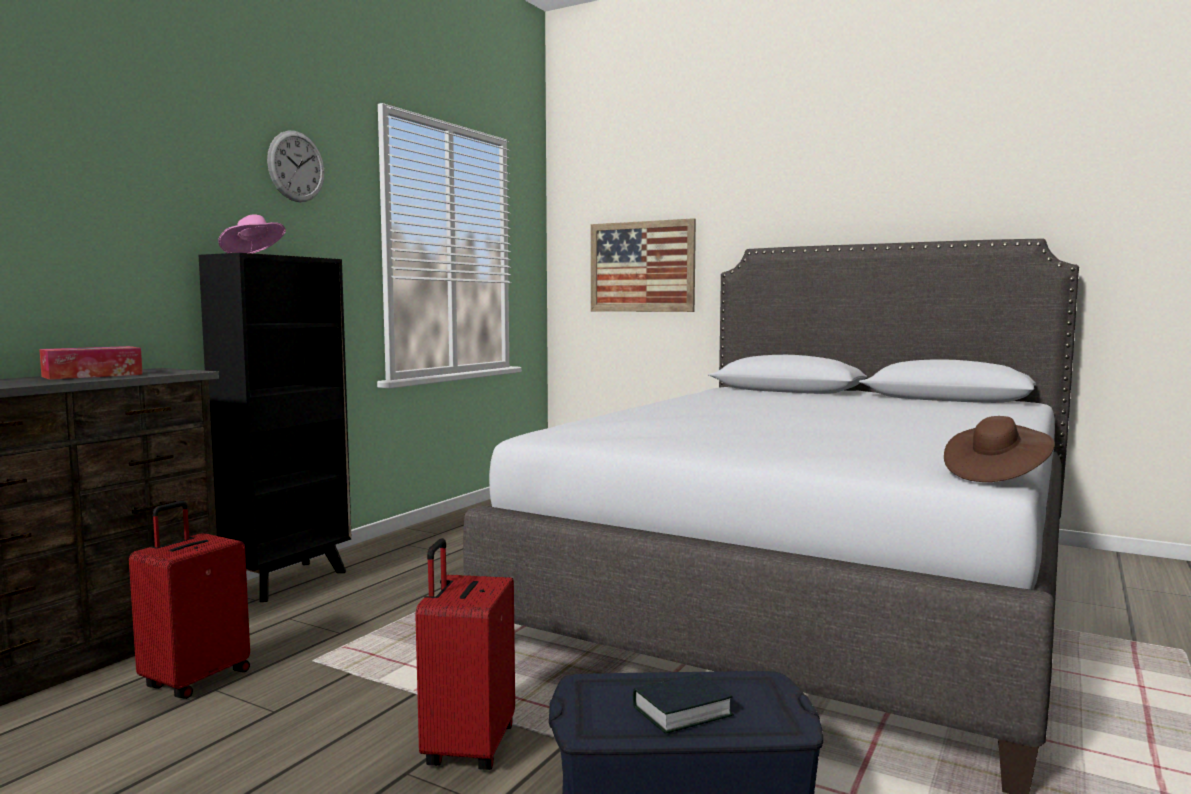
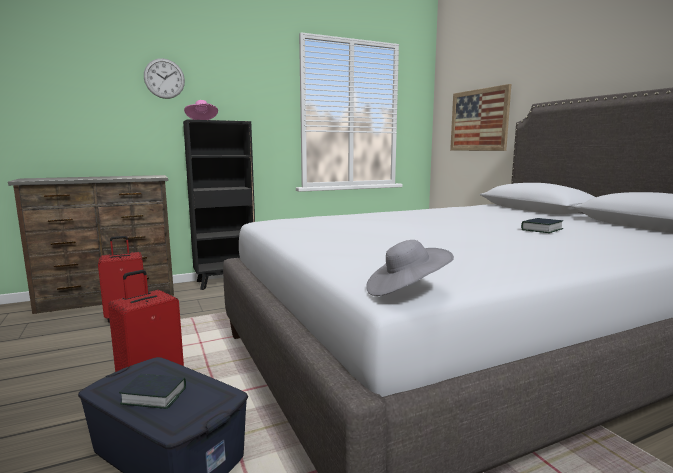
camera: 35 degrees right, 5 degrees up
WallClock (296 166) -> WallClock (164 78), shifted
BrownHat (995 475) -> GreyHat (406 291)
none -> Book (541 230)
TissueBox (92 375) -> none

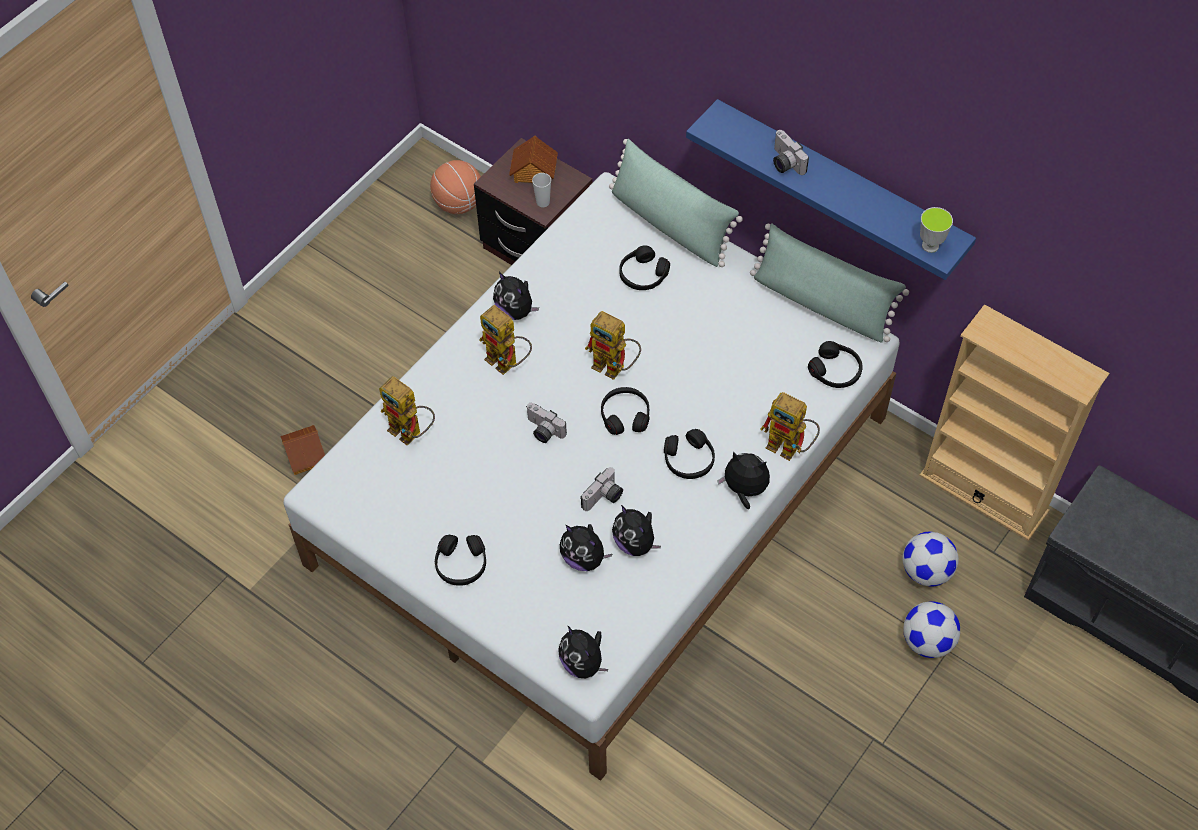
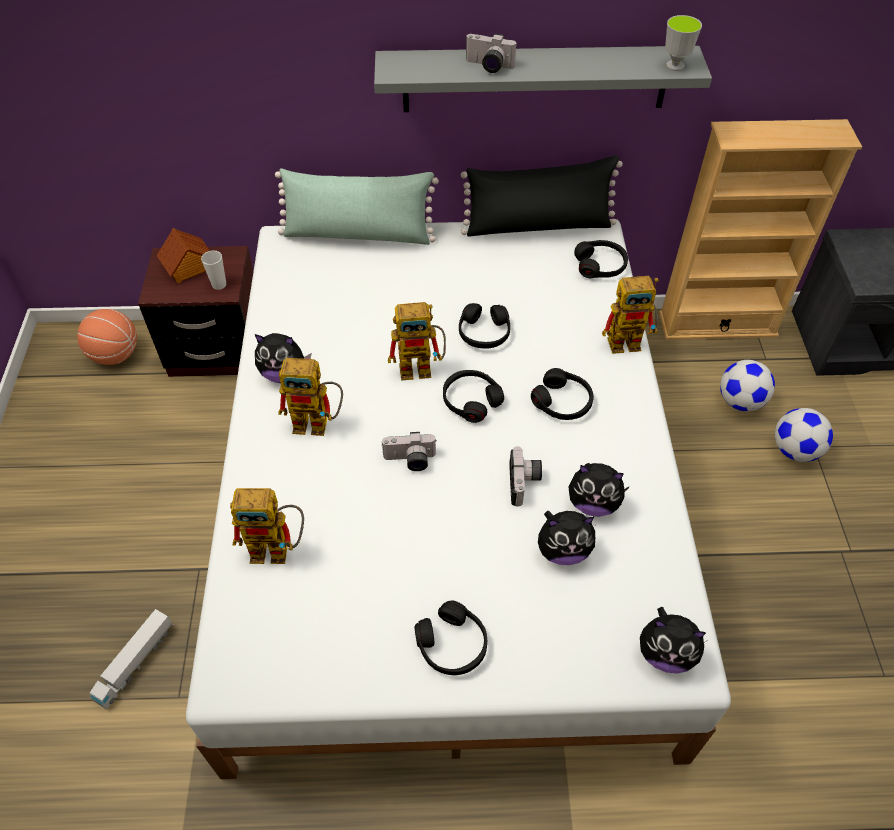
camera: 40 degrees left, 5 degrees down
ToyHouse (306 455) -> ToyTruck (135 663)
BlueShelf (839 186) -> GreyShelf (535 79)
BlackHeadphones (643 274) -> BlackHeadphones (484 333), shifted
GreenPillow (822 304) -> BlackPillow (538 226)
PlushToy (744 490) -> none

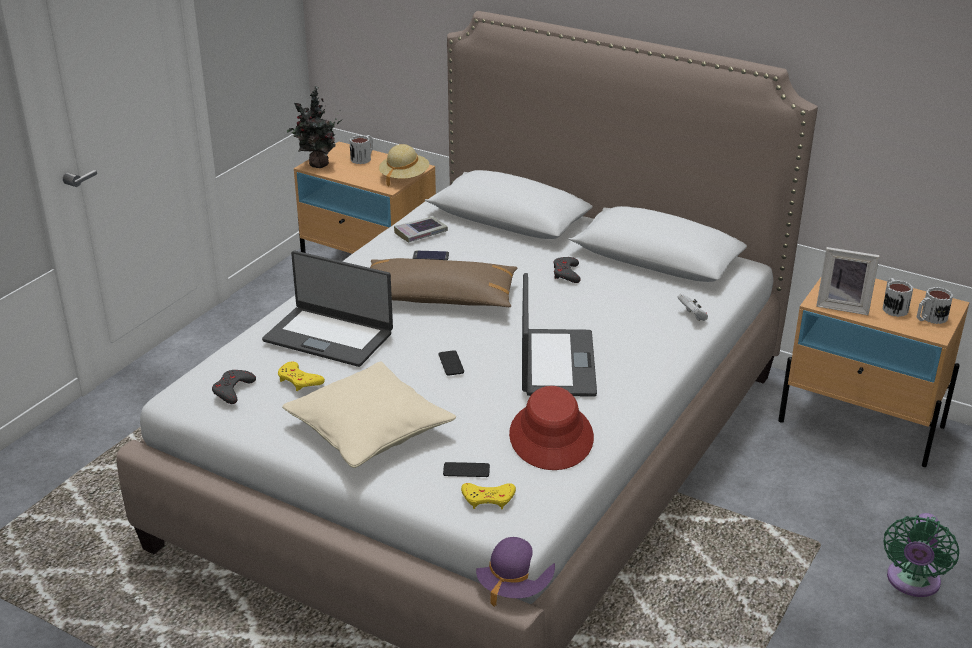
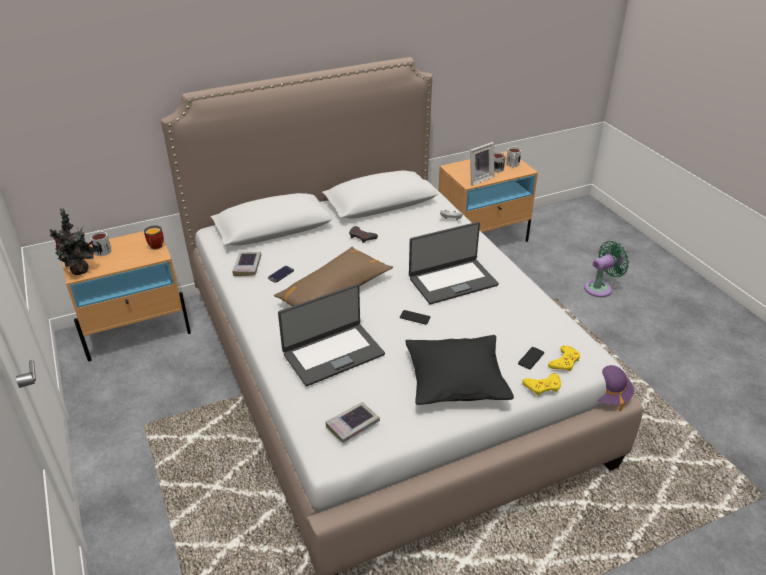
camera: 55 degrees left, 5 degrees up
BeigeHat (404 177) -> Mug (156 244)
GreyGameController (233 390) -> Book (352 425)
BeigePillow (369 431) -> BlackPillow (456 380)
Laptop (556 363) -> Laptop (452 281), 120 degrees clockwise
YellowGameController (299 380) -> YellowGameController (543 387), shifted
GreenFan (912 582) -> GreenFan (600 288), 90 degrees counterclockwise
RedHat (551 437) -> none

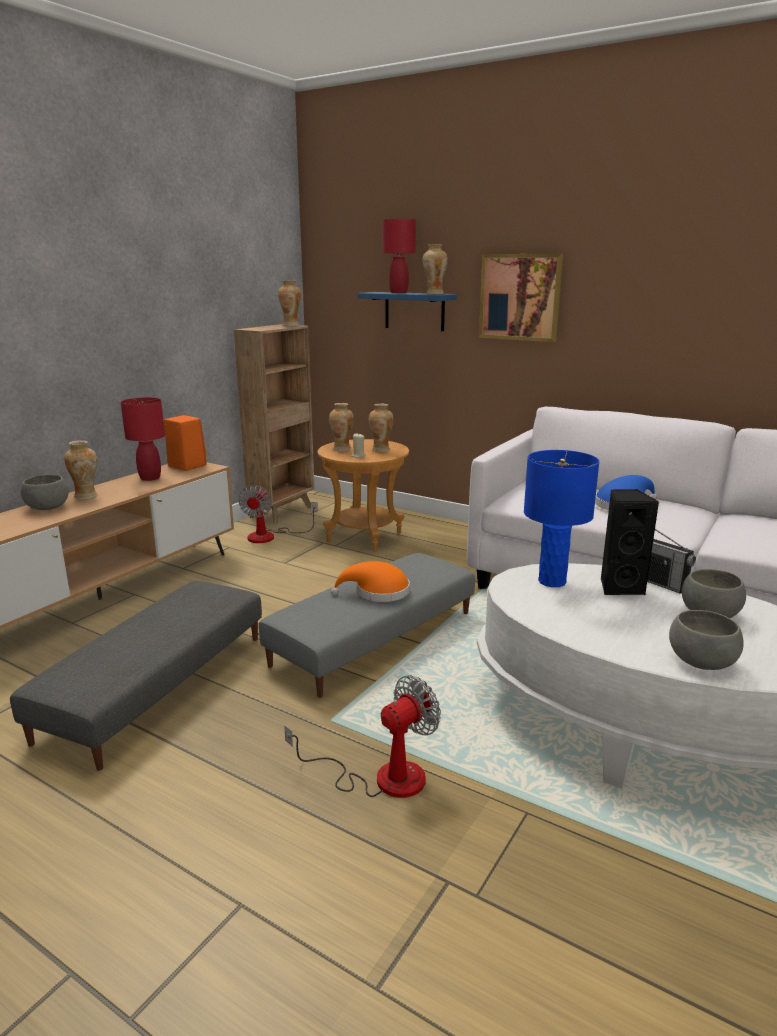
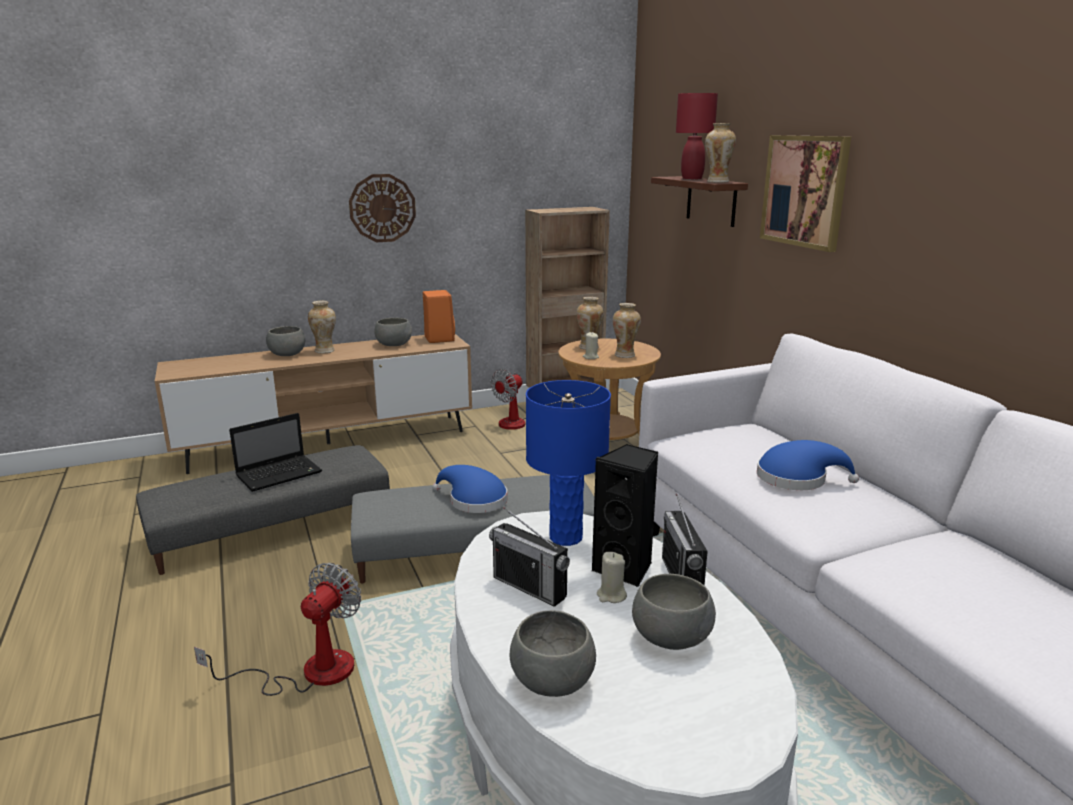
camera: 35 degrees right, 0 degrees up
Fan (382 777) -> Fan (309 672), 60 degrees counterclockwise
none -> Laptop (280 474)
none -> WallClock (382 208)
RedTableLamp (150 478) -> GreyBowl (393 344)
OrangeHat (377 592) -> BlueHat (474 500)
none -> Radio (529 587)
none -> BeigeCandle (611 595)
BlueShelf (414 311) -> BrownShelf (711 201)
Vase (291 325) -> none

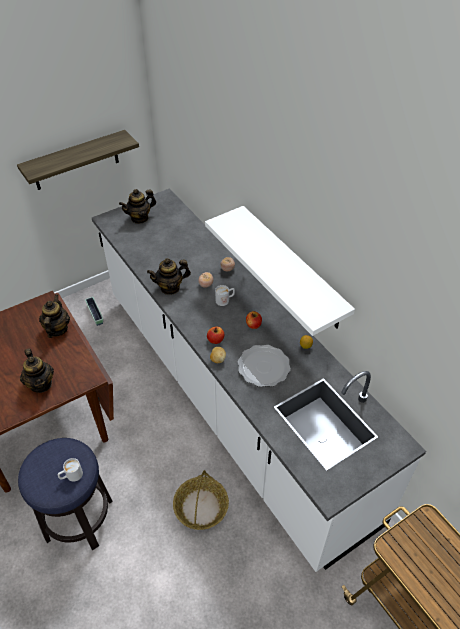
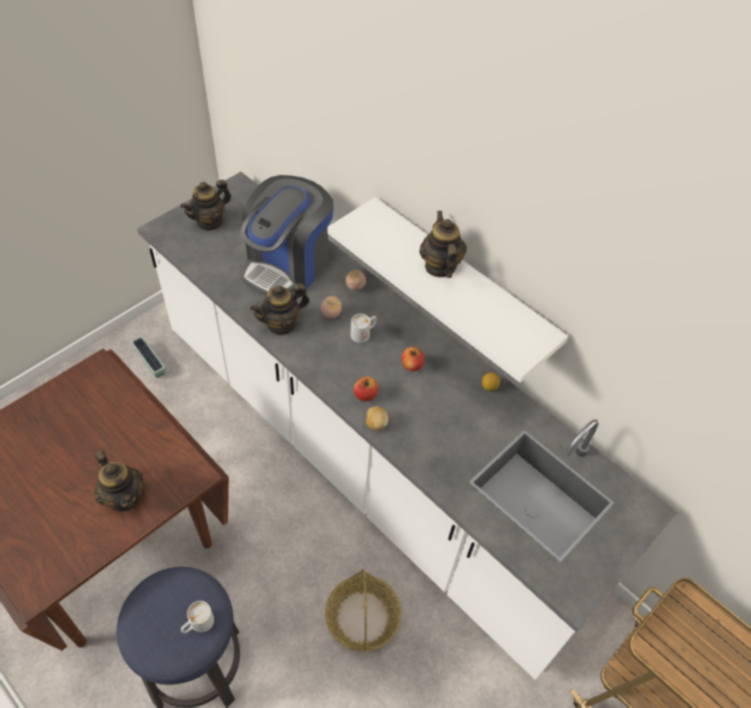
camera: 15 degrees left, 5 degrees up
none -> CoffeeMachine (287 264)
Teapot (57 329) -> Teapot (439 266), shifted
Shelf (76 161) -> none
Plate (263 367) -> none

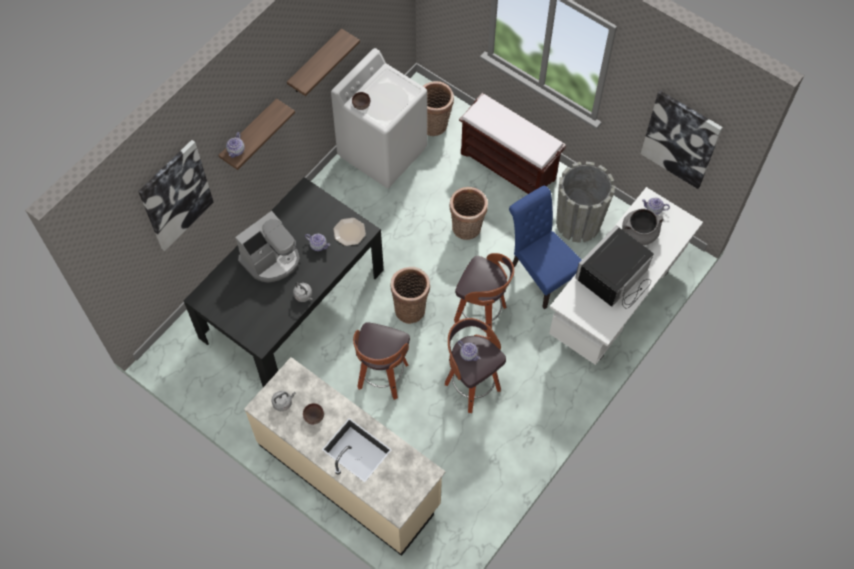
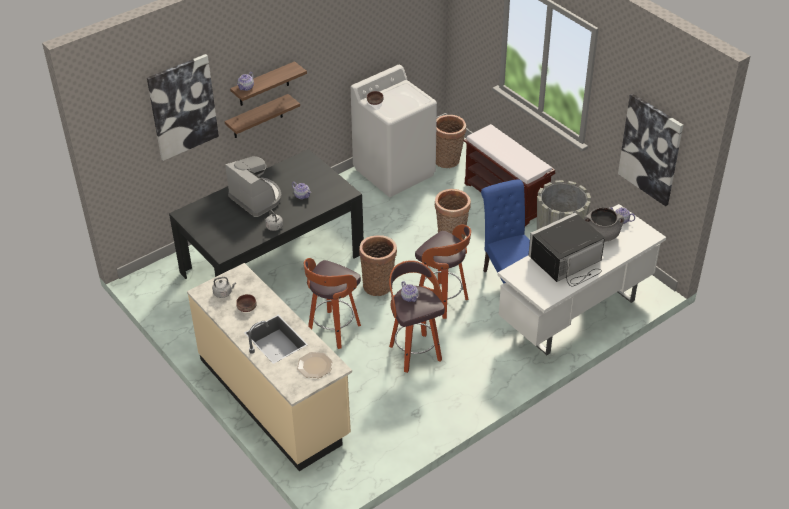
camera: 15 degrees right, 20 degrees down
Shelf (315 63) -> Shelf (257 117), shifted
CoffeeMachine (271 259) -> CoffeeMachine (257 198), 105 degrees counterclockwise
Plate (349 232) -> Plate (314 365), shifted

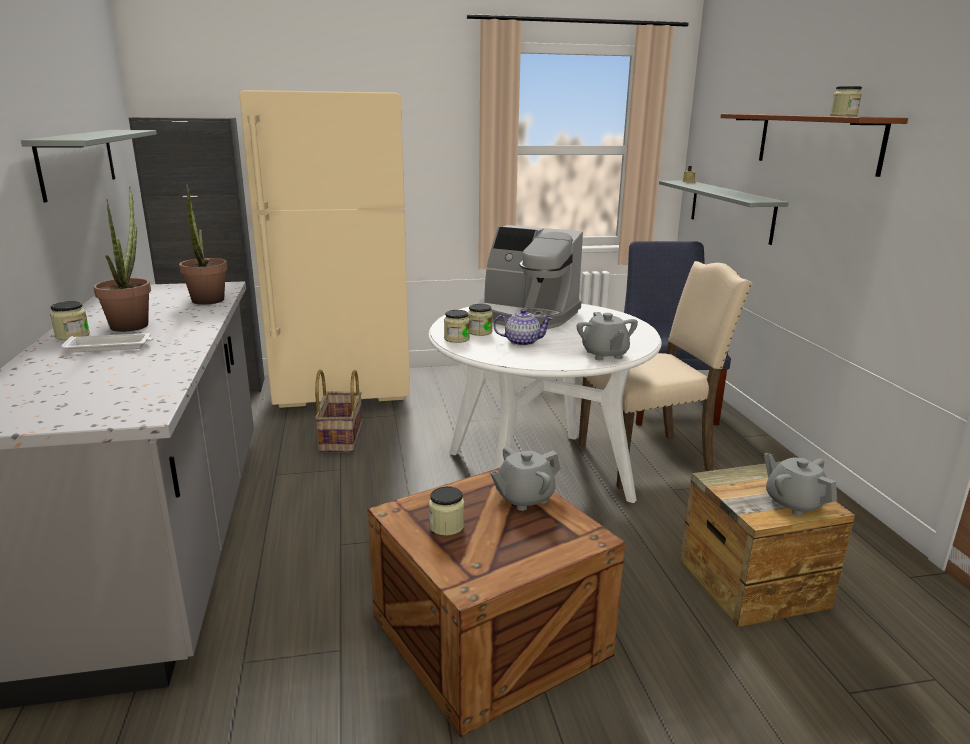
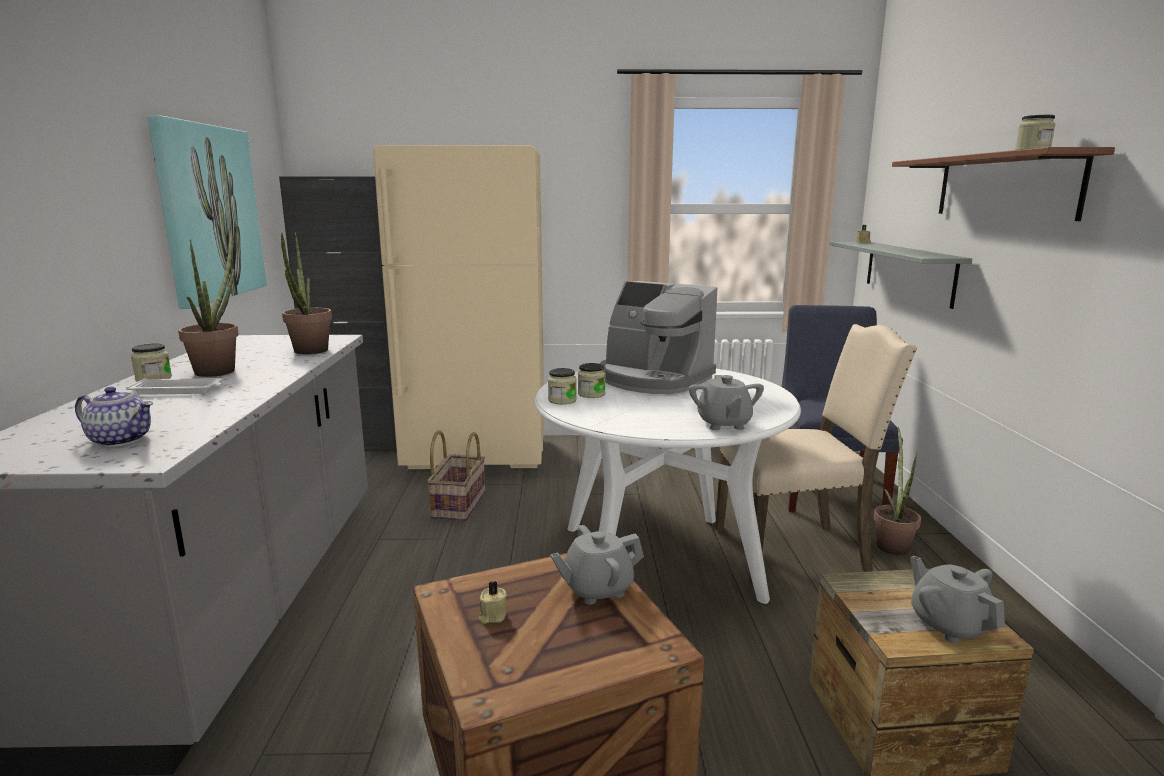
camera: 10 degrees right, 5 degrees down
Teapot (521 342) -> Teapot (120 440), shifted
GreyShelf (78 162) -> Picture (209 213)
Jar (446 526) -> BeigeCandle (492 616)
none -> PottedPlant (891 544)

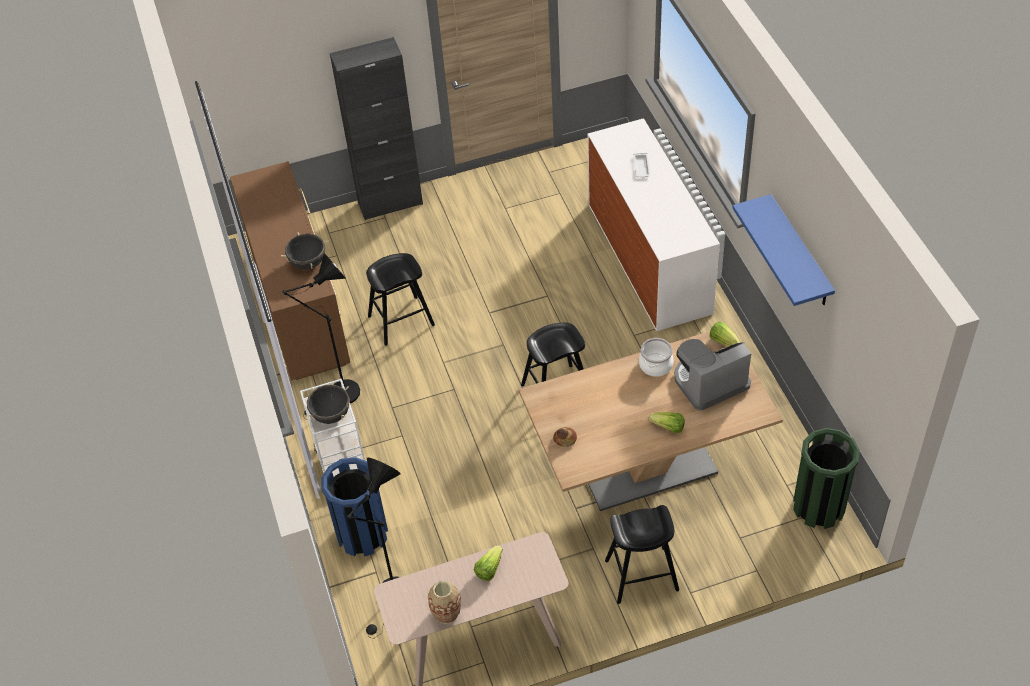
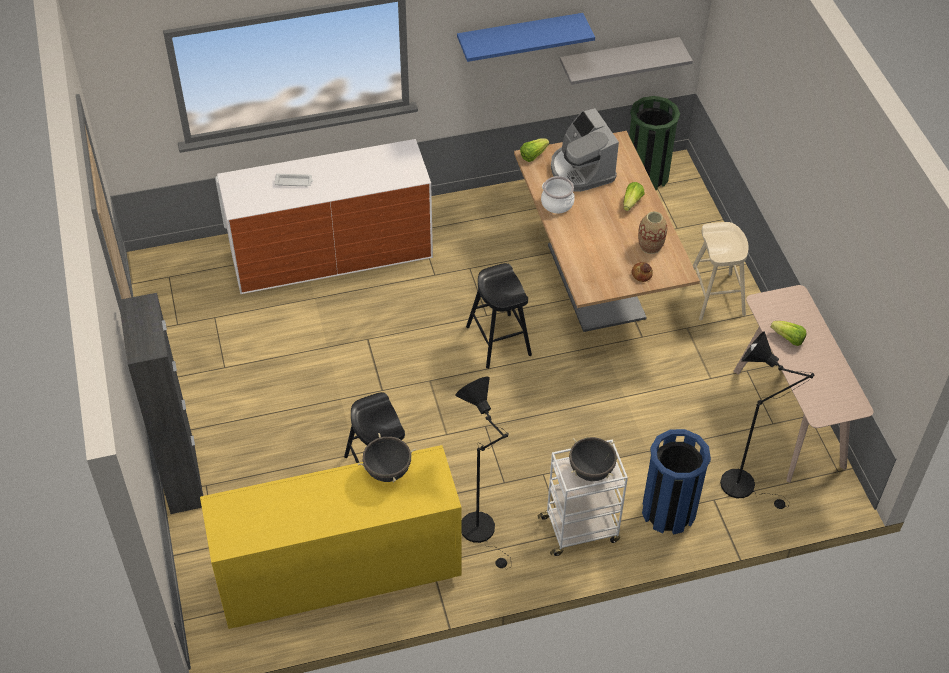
camera: 90 degrees left, 0 degrees up
BrownDresser (300 307) -> YellowDresser (338 575)
none -> GreyShelf (618 59)
Vase (446 613) -> Vase (650 246), shifted
BlackStool (642 575) -> BeigeStool (715 296)

